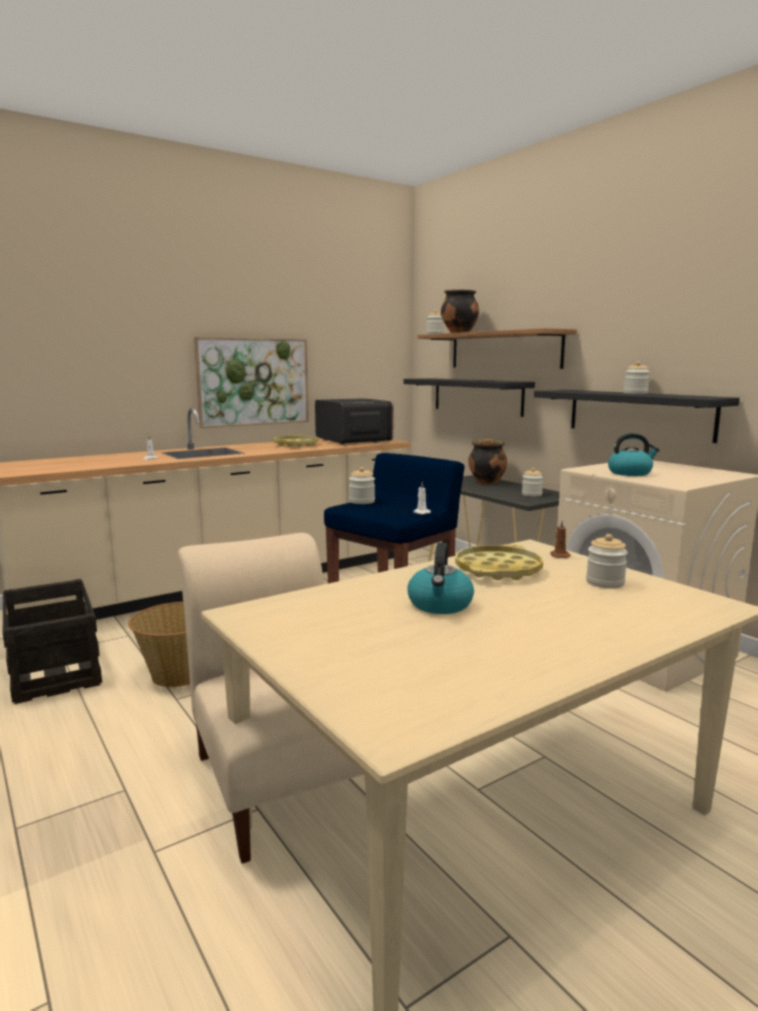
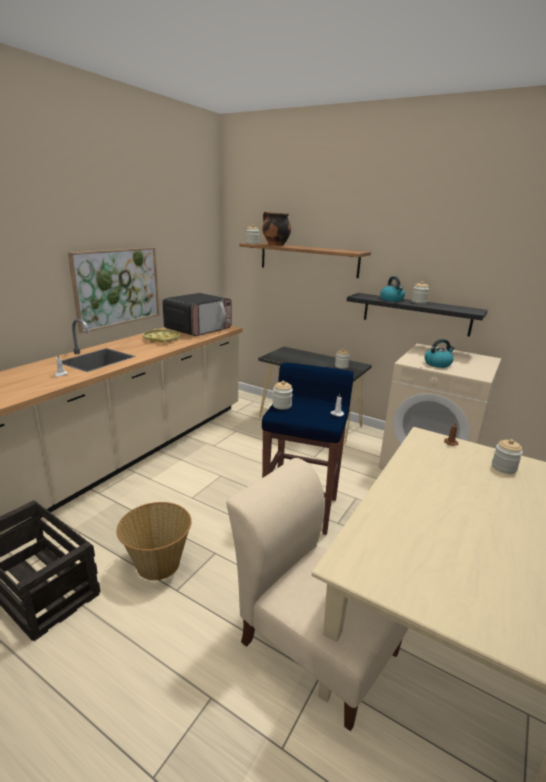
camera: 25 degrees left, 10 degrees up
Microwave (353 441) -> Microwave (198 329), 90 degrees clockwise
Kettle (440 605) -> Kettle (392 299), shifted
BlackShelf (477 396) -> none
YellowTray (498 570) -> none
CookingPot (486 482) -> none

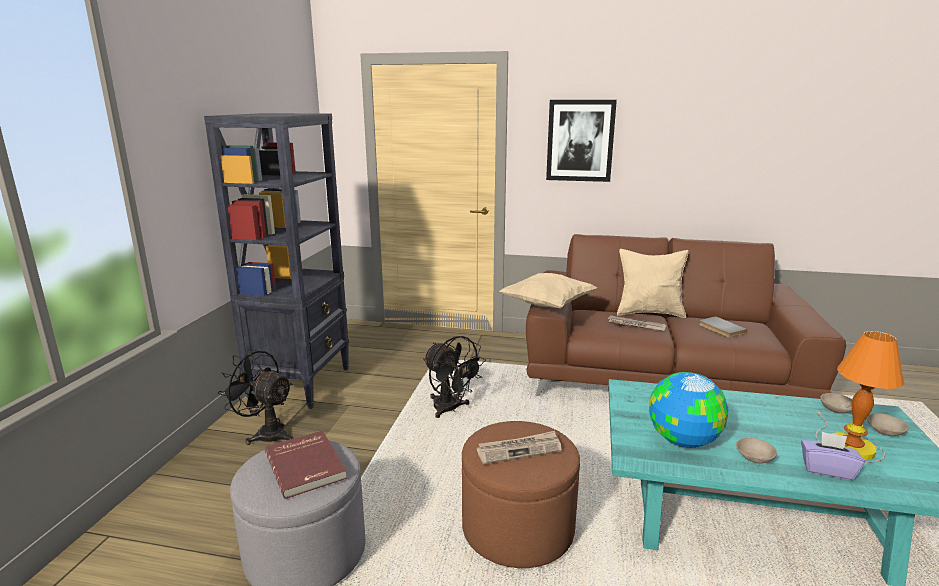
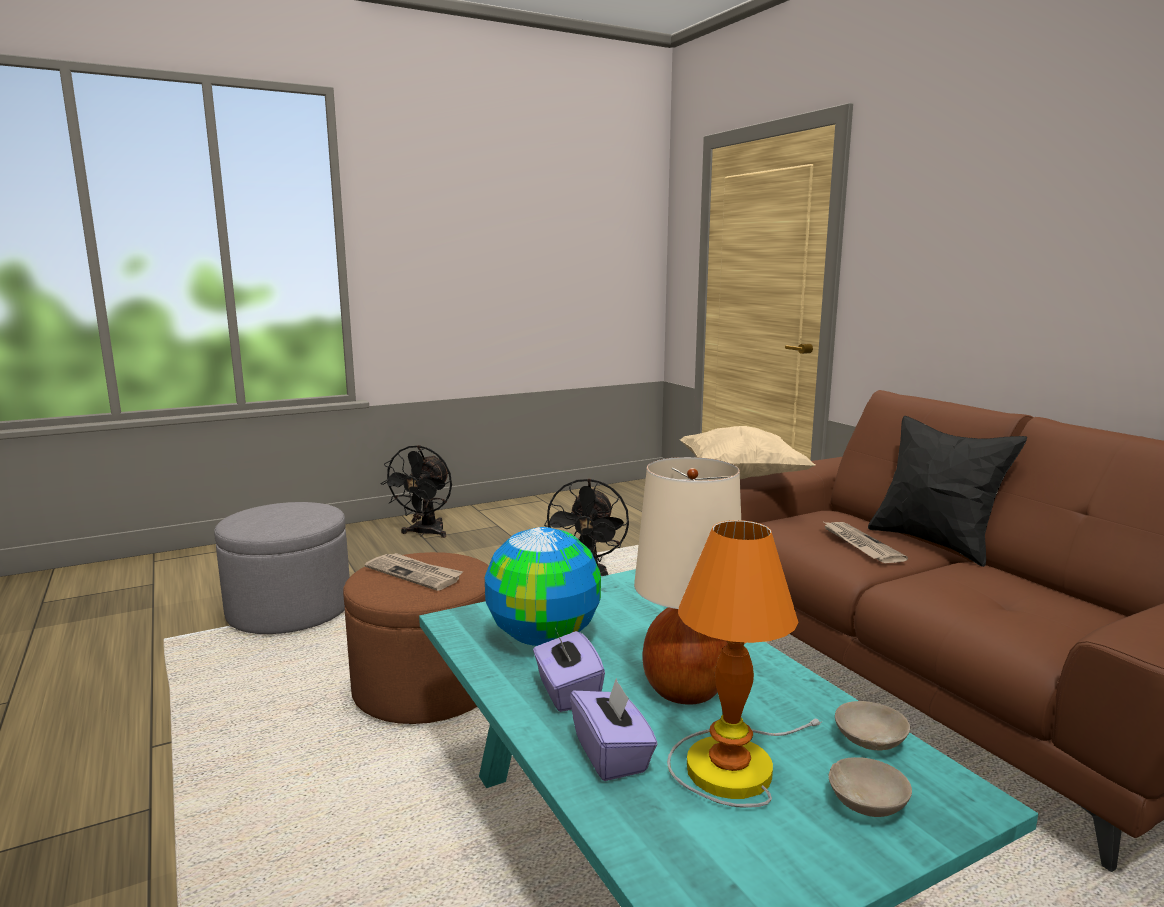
camera: 50 degrees right, 5 degrees down
BlackFan (266 433) -> BlackFan (425 533), 150 degrees counterclockwise
BeigeBowl (755 457) -> PurpleTissueBox (567 692)
none -> BeigeTableLamp (685 689)
BeigePillow (649 313) -> BlackPillow (934 543)
BlackBookcase (302 383) -> none
RedBook (307 465) -> none
Picture (580 140) -> none
GreyBook (720 329) -> none

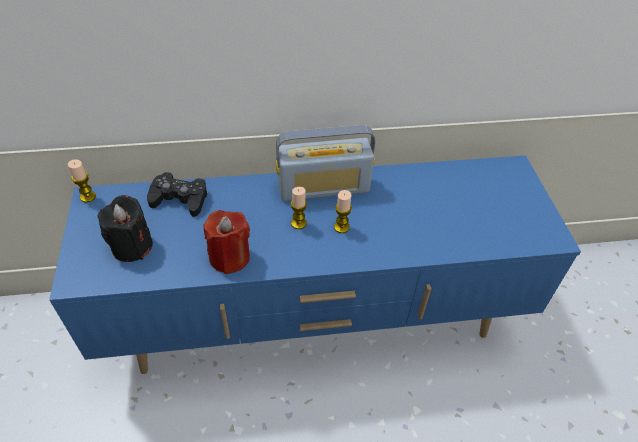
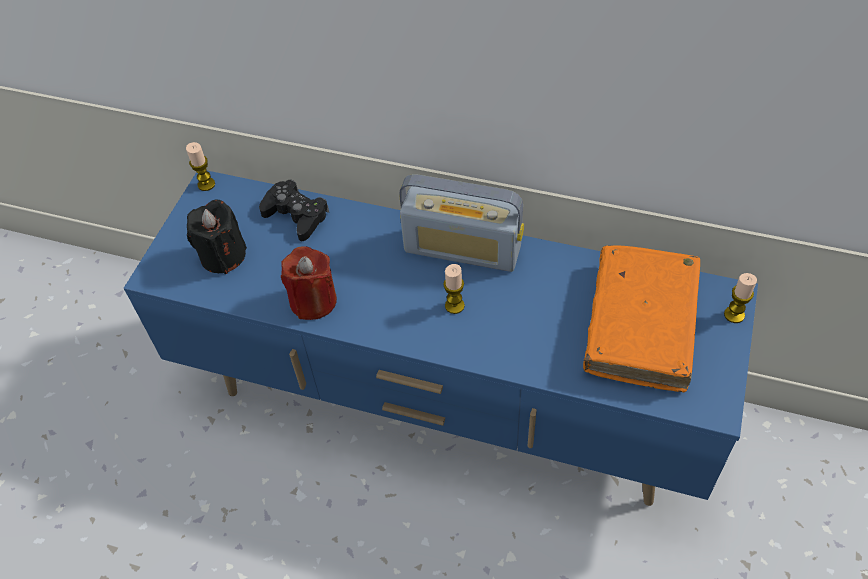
camera: 30 degrees right, 5 degrees up
none -> OrangeBook (640 325)
Candle (298 223) -> Candle (734 315), shifted

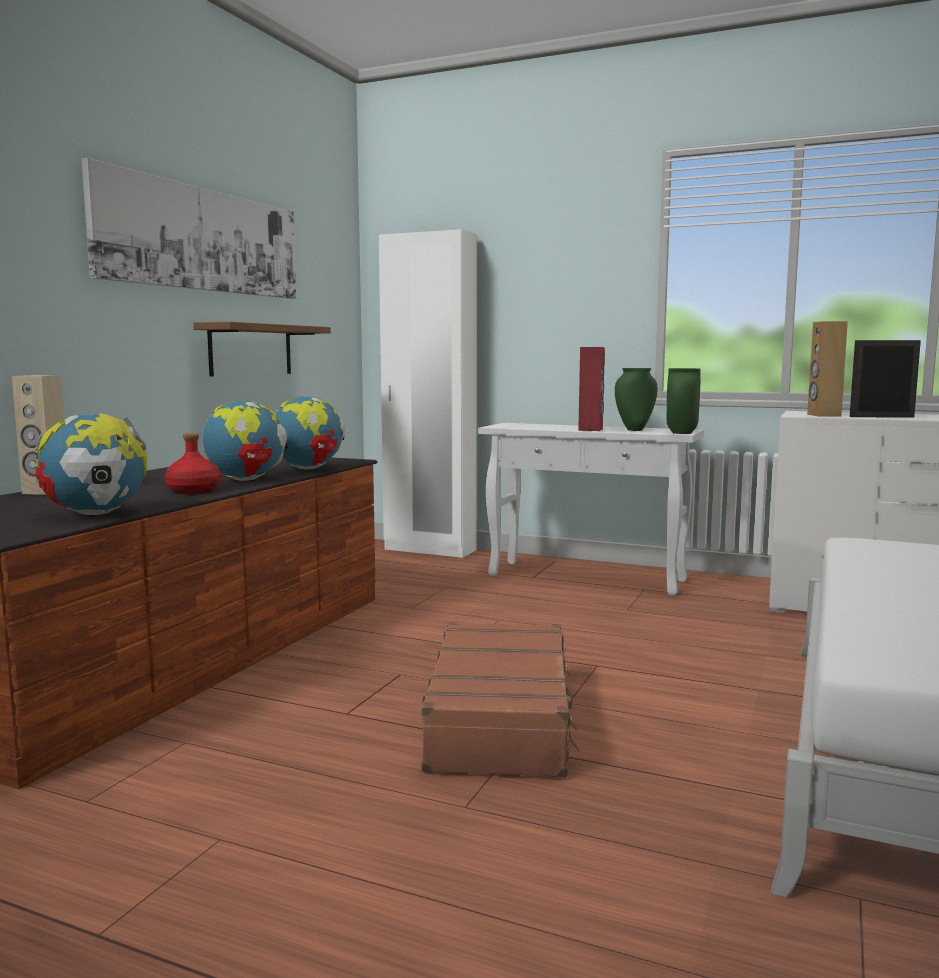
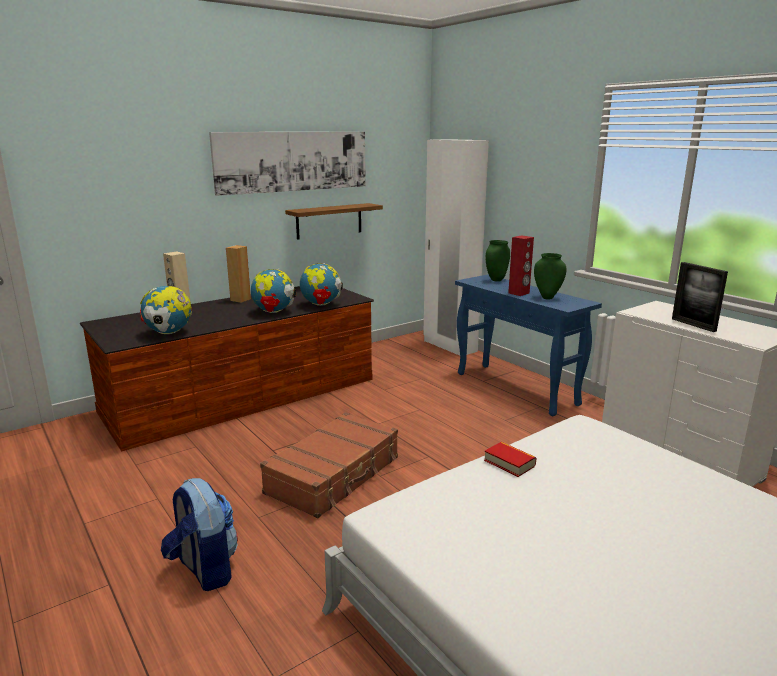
camera: 30 degrees right, 10 degrees up
none -> Backpack (204 570)
BrownSpeaker (823 415) -> BrownSpeaker (240 300), shifted
WhiteConsoleTable (588 578) -> BlueConsoleTable (517 389)
none -> Book (509 463)
GreenVase (682 433) -> GreenVase (496 280), shifted
PictureFrame (881 417) -> PictureFrame (693 325), 150 degrees counterclockwise
RedBottle (193 491) -> none

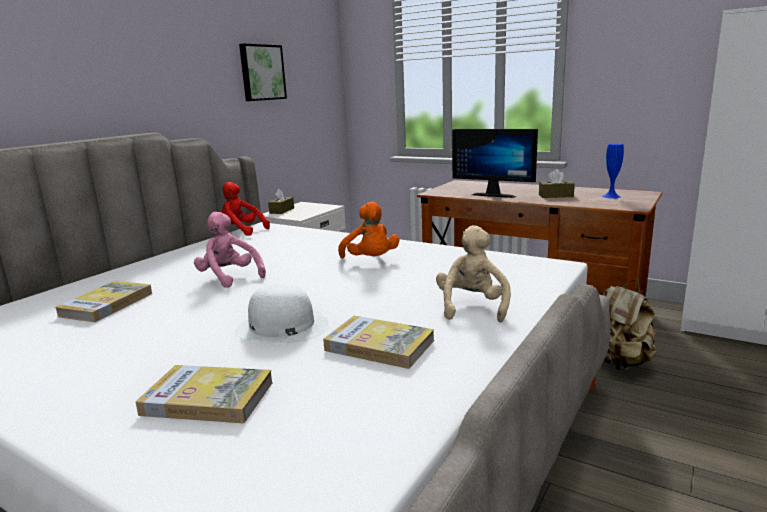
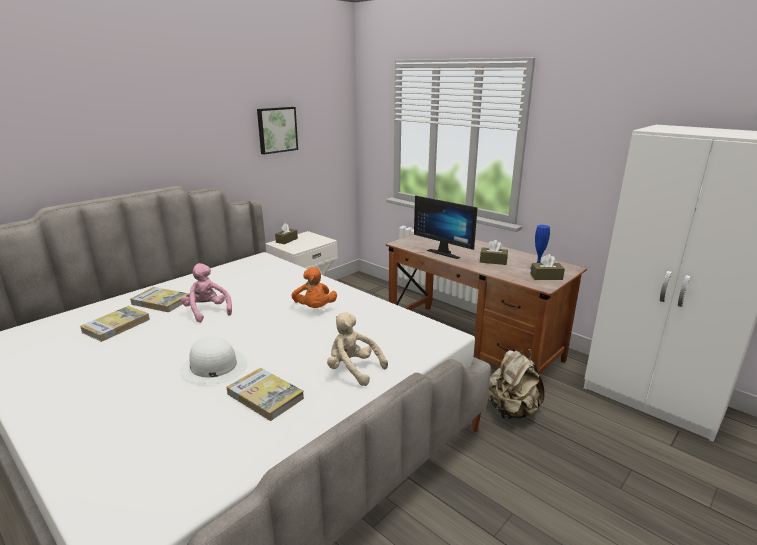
camera: 10 degrees right, 5 degrees up
Book (208 398) -> Book (161 302), shifted
BeigePlushToy (472 307) -> BeigePlushToy (353 370), 75 degrees counterclockwise
none -> BrownTissueBox (546 277)
RedPlushToy (241 231) -> none

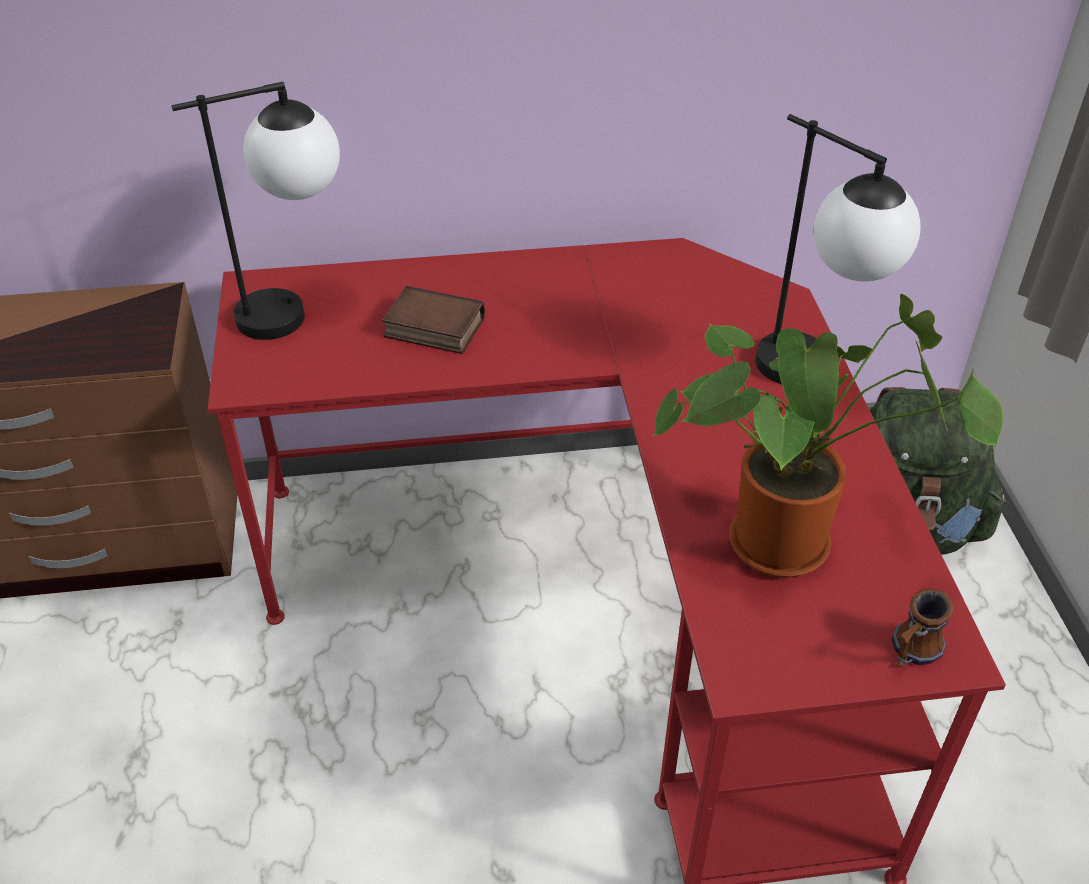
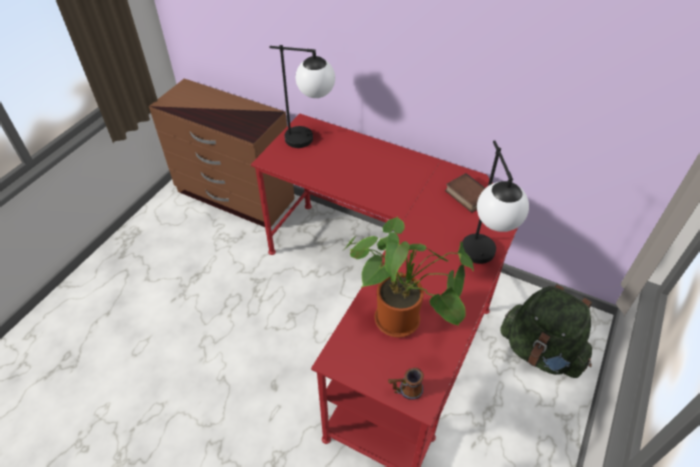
camera: 35 degrees right, 5 degrees up
Book (432 329) -> Book (466 196), shifted

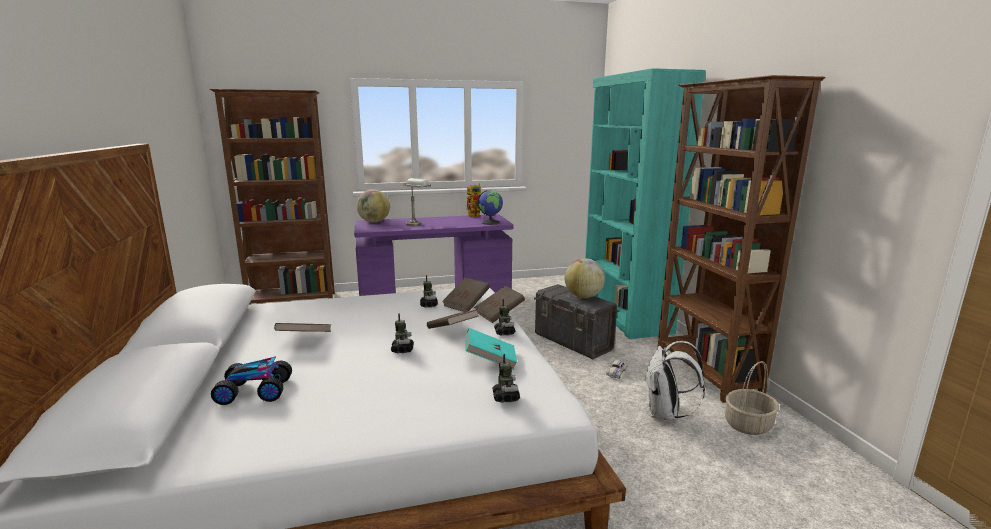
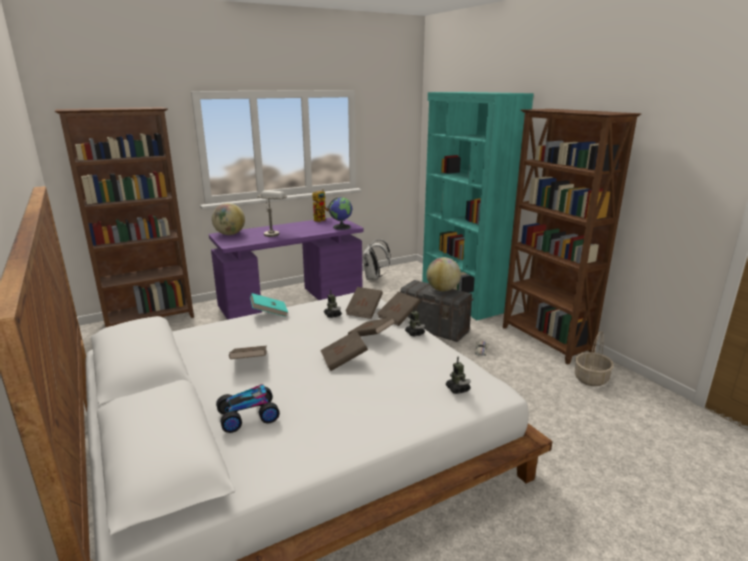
camera: 15 degrees left, 5 degrees up
TurquoiseBook (490 360) -> TurquoiseBook (269 313), shifted
ToyRobot (402 349) -> BrownBook (344 360)
WhiteBackpack (666 414) -> WhiteBackpack (374 278), shifted

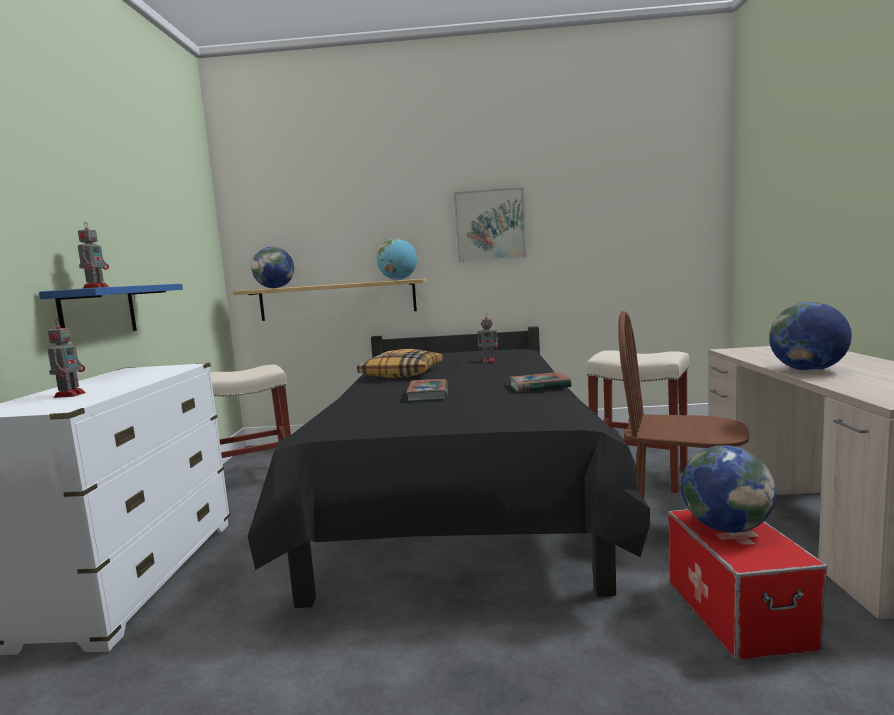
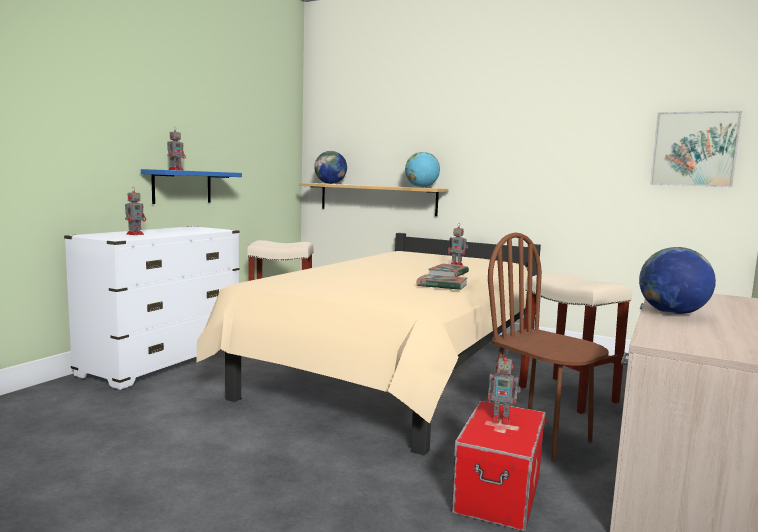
camera: 25 degrees right, 0 degrees up
BlackBed (457 498) -> BeigeBed (399 371)
Book (428 394) -> Book (448 274), shifted
Globe (726 527) -> ToyRobot (502 419)
Picture (490 225) -> Picture (694 149), shifted
Pillow (402 374) -> none

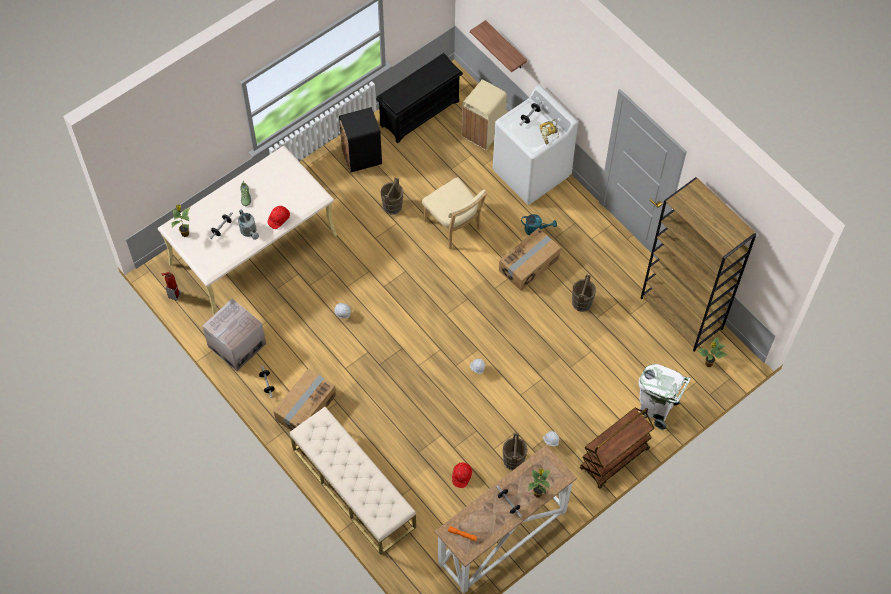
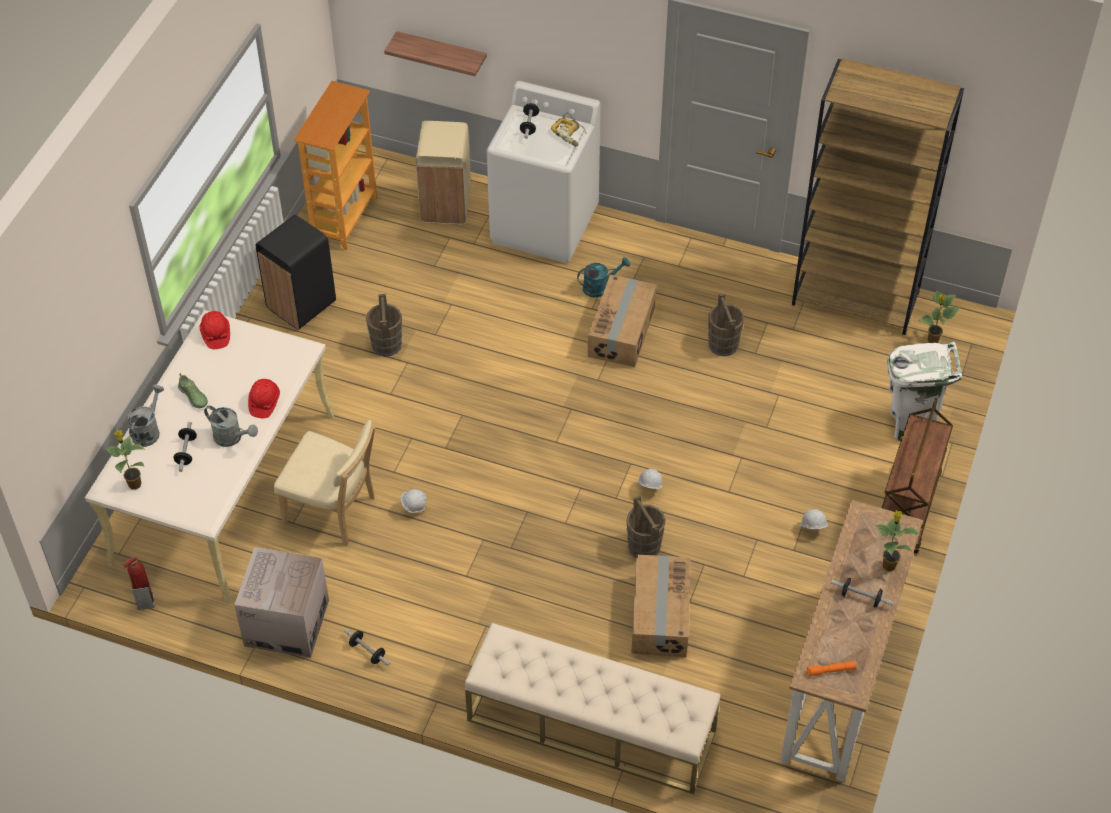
camera: 30 degrees left, 10 degrees down
none -> GreyWateringCan (148 430)
RedHardHat (461 476) -> RedHardHat (216 335), shifted
BeigeChair (454 227) -> BeigeChair (333 512), shifted
BlackShoeRack (420 112) -> Bookcase (344 218)
BrownBucket (513 460) -> BrownBucket (644 546), shifted
CardboardBox (305 407) -> CardboardBox (659 616), shifted

